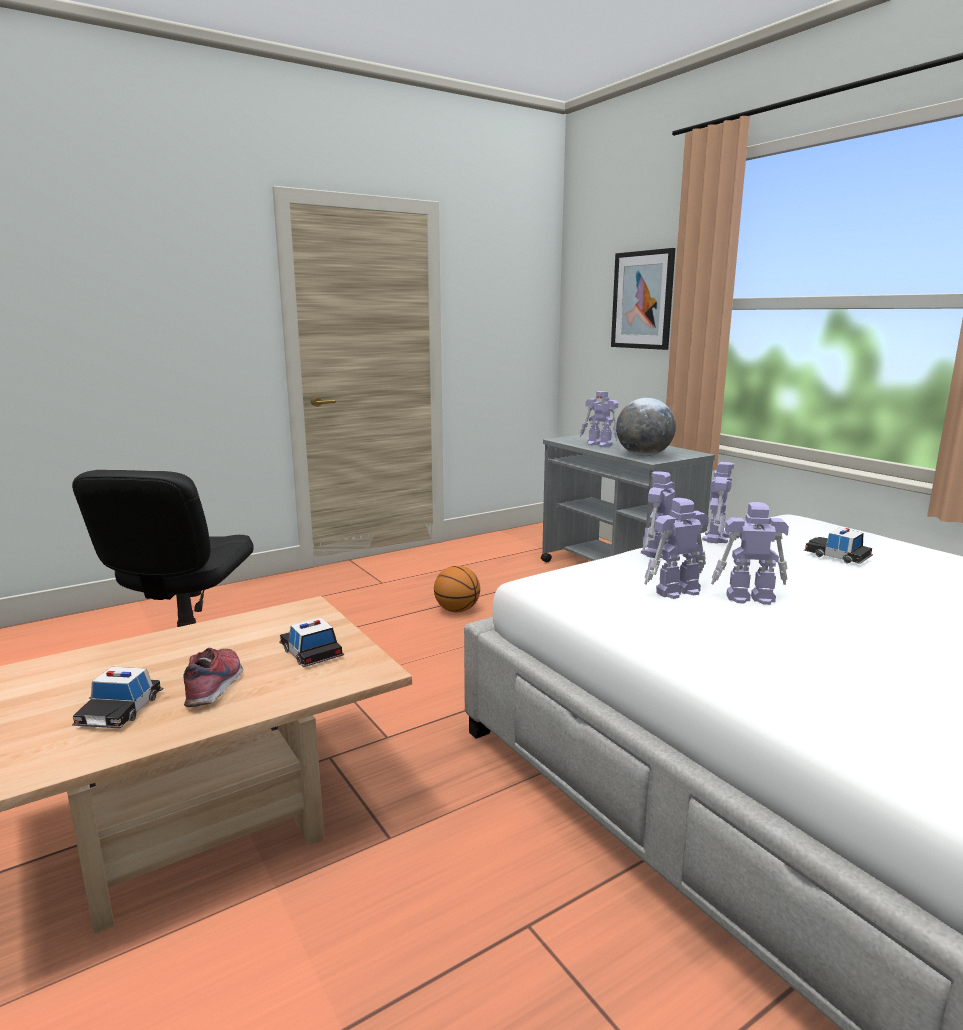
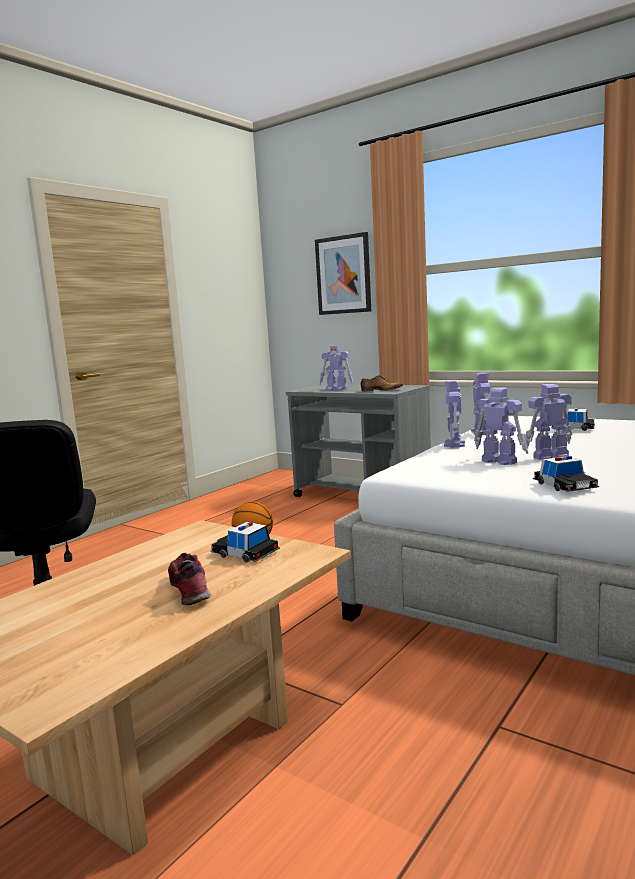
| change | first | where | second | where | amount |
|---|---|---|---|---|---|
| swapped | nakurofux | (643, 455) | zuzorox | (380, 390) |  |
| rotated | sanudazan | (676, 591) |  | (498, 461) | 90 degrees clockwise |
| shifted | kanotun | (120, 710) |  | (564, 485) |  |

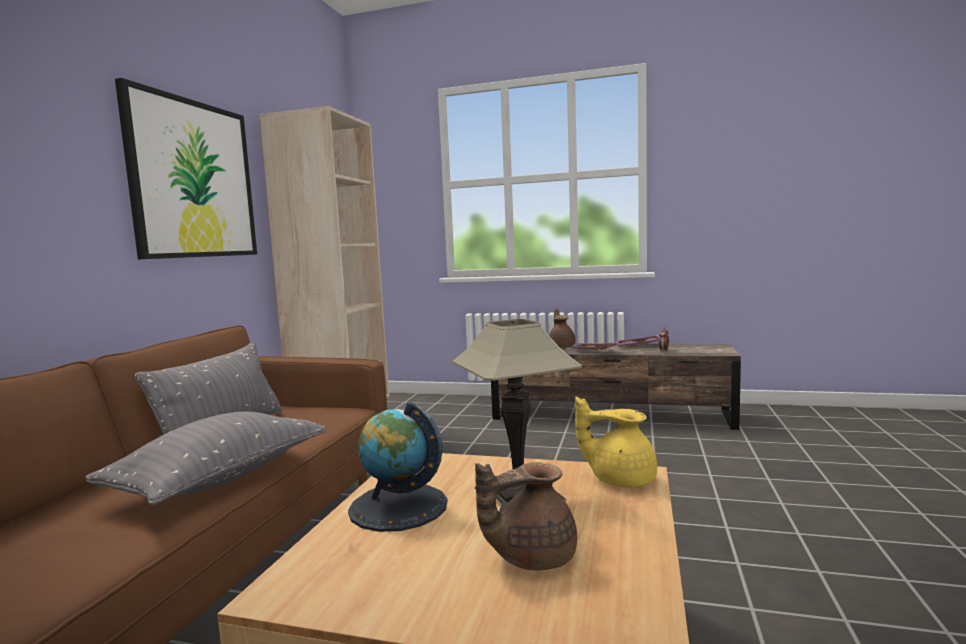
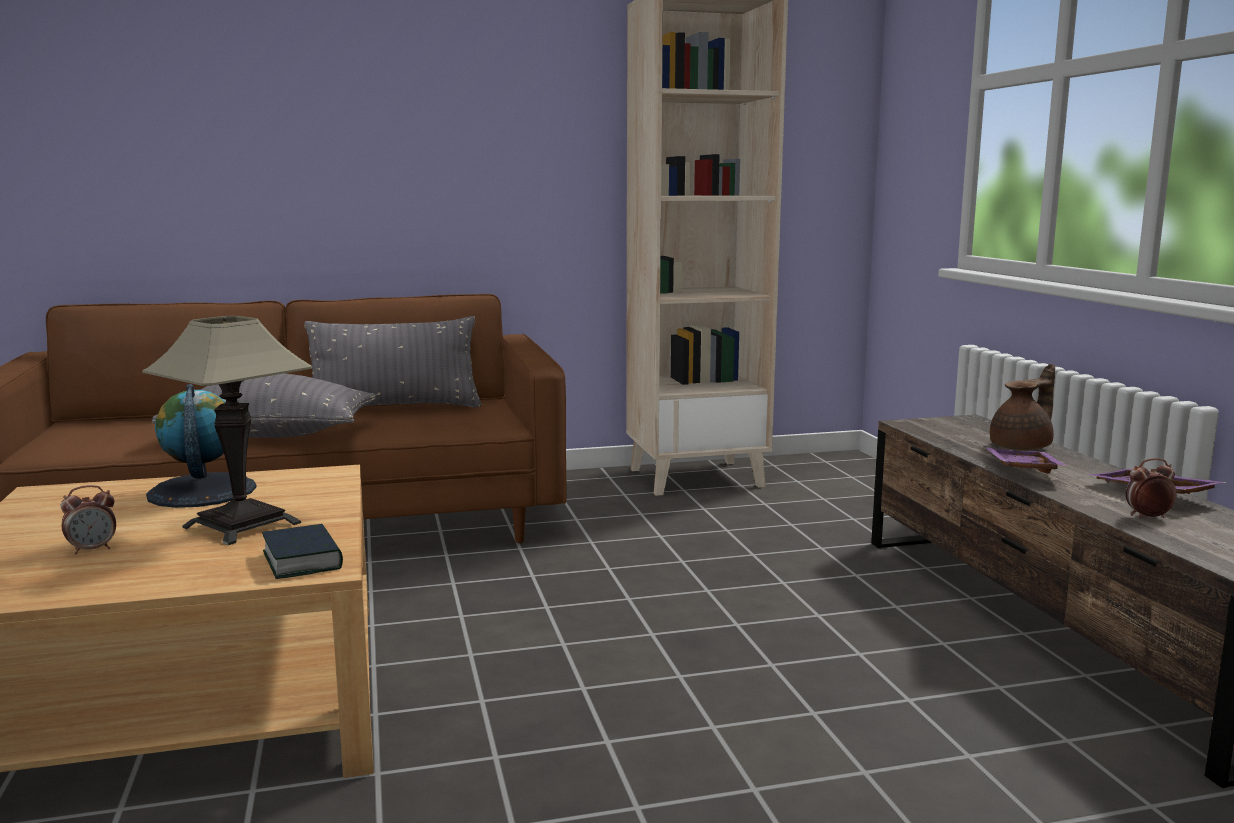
| change | first | where | second | where | amount |
|---|---|---|---|---|---|
| swapped | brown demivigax | (531, 556) | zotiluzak | (92, 549) |  |
| swapped | yellow demivigax | (620, 479) | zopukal | (302, 560) |  |
| gone | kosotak | (193, 180) |  |  |  |

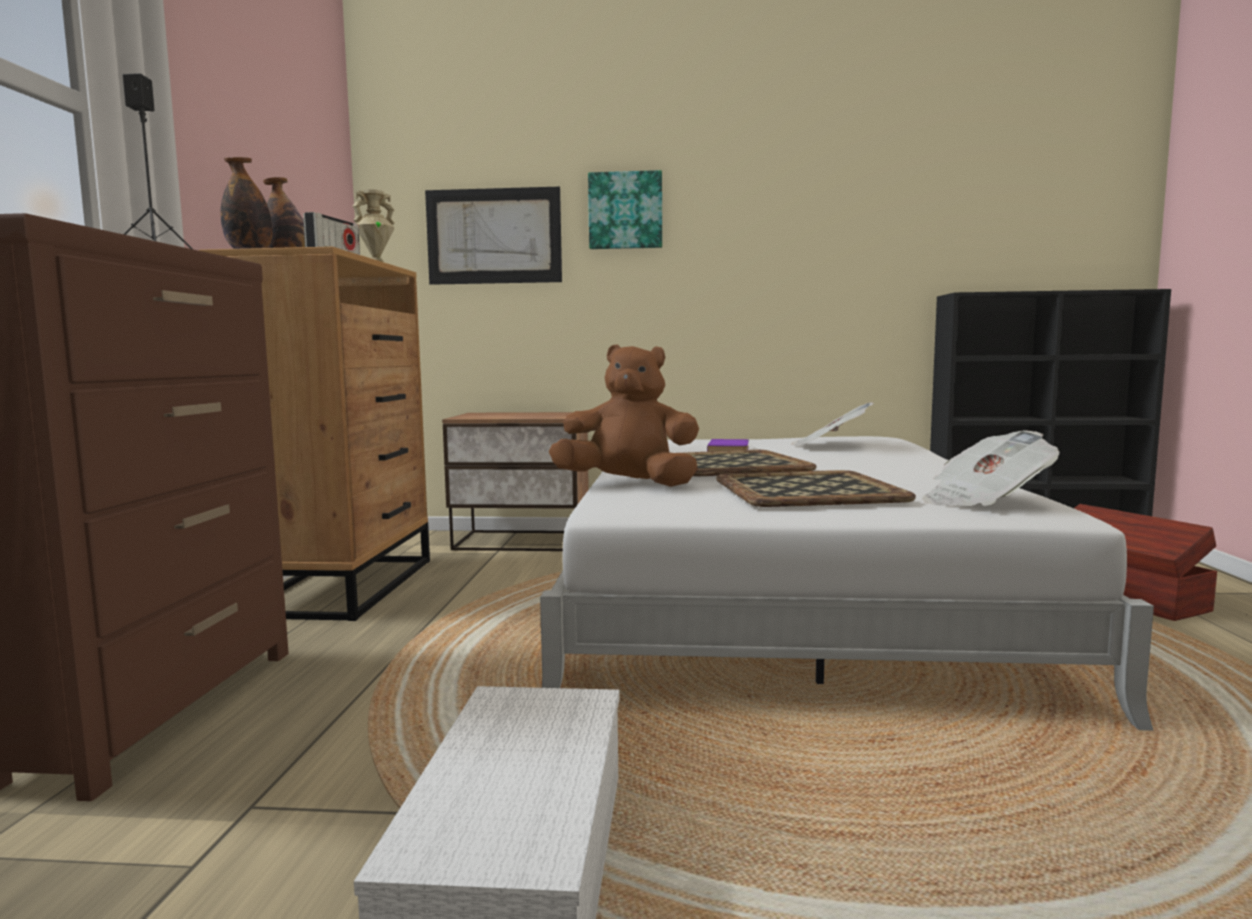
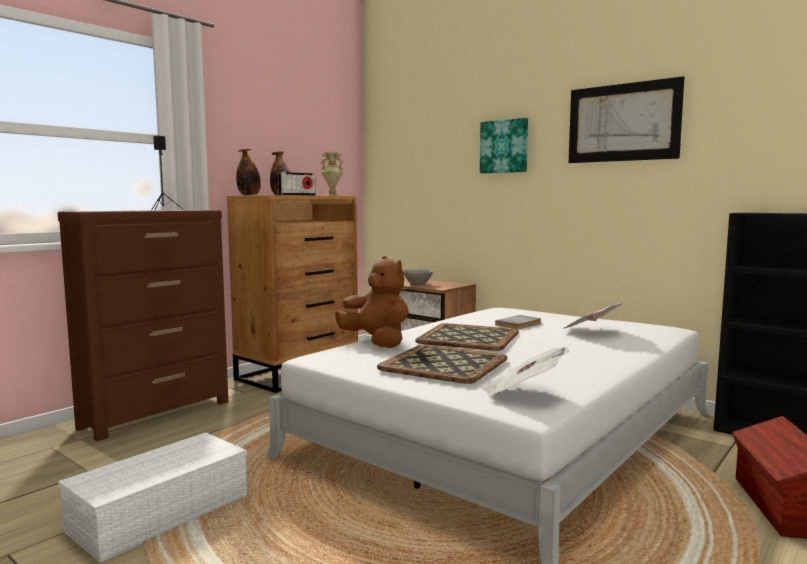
| change | first | where | second | where | amount |
|---|---|---|---|---|---|
| new |  |  | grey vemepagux | (417, 284) |  |
| repainted | purple zopukal | (730, 449) | grey zopukal | (520, 324) |  |
| shifted | kosotak | (494, 236) |  | (623, 122) |  |

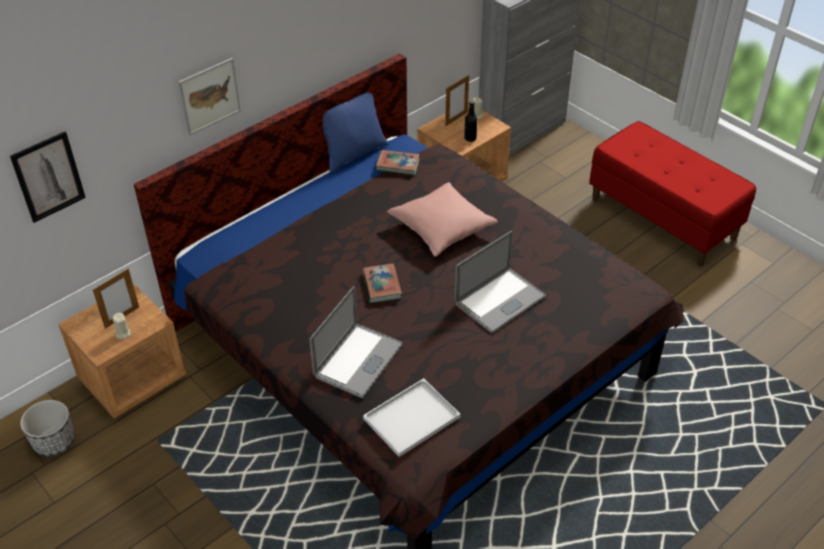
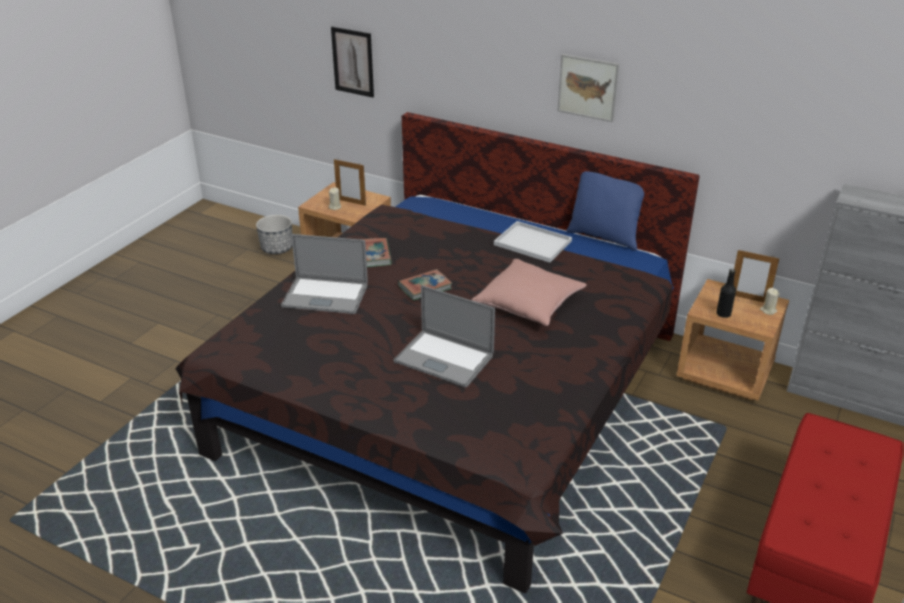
| change | first | where | second | where | amount |
|---|---|---|---|---|---|
| shifted | zopukal | (398, 165) |  | (374, 255) |  |
| shifted | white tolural | (411, 419) |  | (531, 243) |  |
| shifted | kosotak | (209, 96) |  | (588, 87) |  |

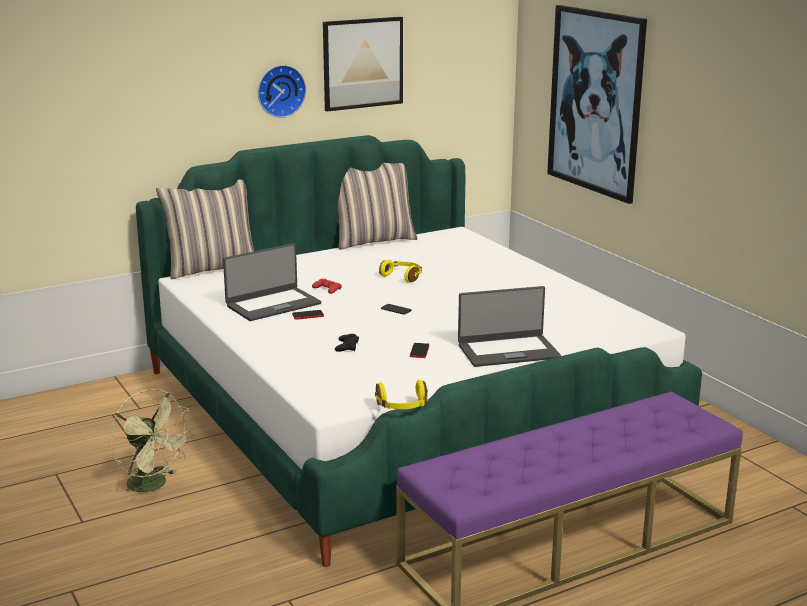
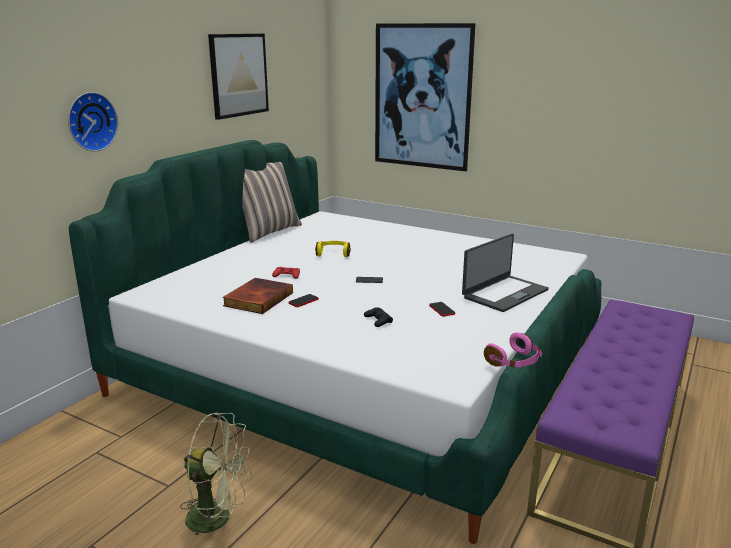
| change | first | where | second | where | amount |
|---|---|---|---|---|---|
| shifted | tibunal | (280, 90) |  | (90, 121) |  |
| swapped | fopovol | (273, 304) | zopukal | (258, 299) |  |
| repainted | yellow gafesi | (402, 406) | pink gafesi | (514, 362) |  |
| gone | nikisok | (211, 268) |  |  |  |

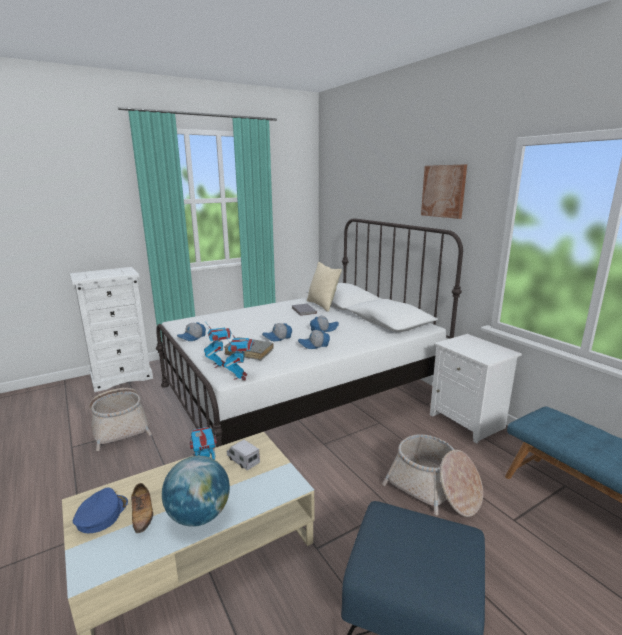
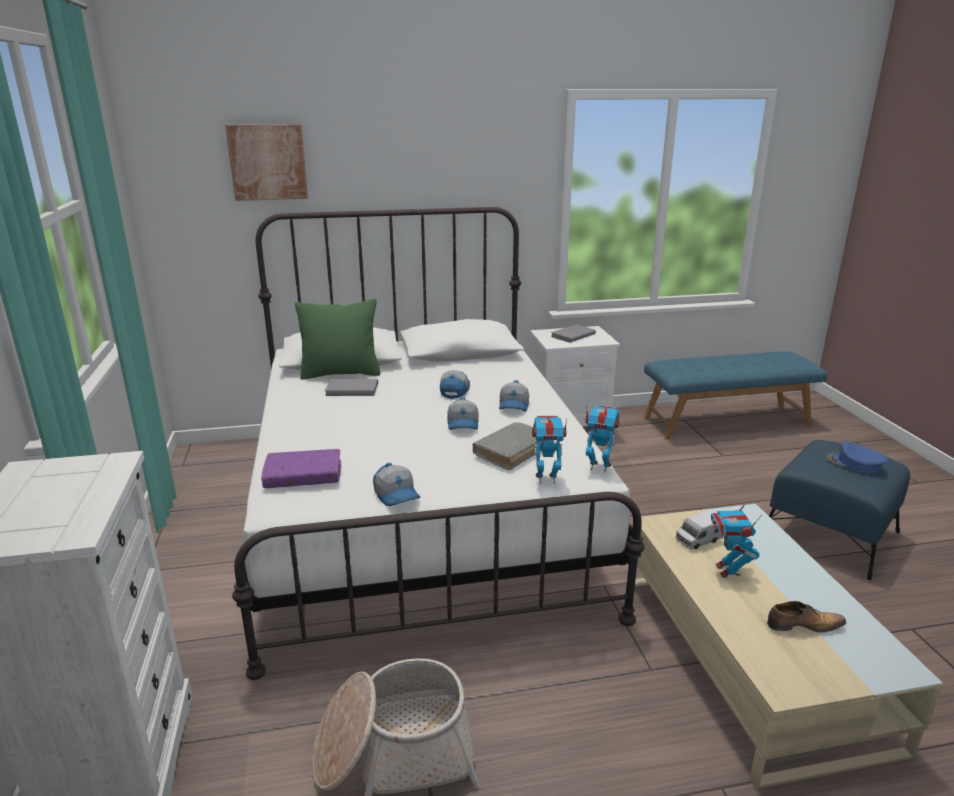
| change | first | where | second | where | amount |
|---|---|---|---|---|---|
| shifted | kosotak | (444, 191) |  | (268, 162) |  |
| new |  |  | purple zopukal | (303, 476) |  |
| repainted | beige nikisok | (322, 305) | green nikisok | (341, 373) |  |
| new |  |  | grey zopukal | (572, 335) |  |
| shifted | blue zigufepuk | (101, 514) |  | (854, 463) |  |
| gone | nakurofux | (199, 515) |  |  |  |
| gone | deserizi | (433, 489) |  |  |  |

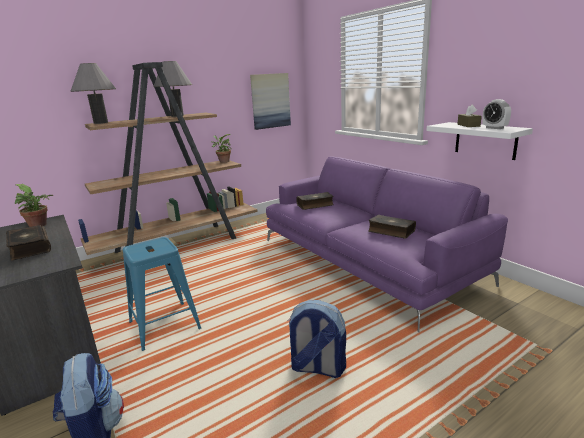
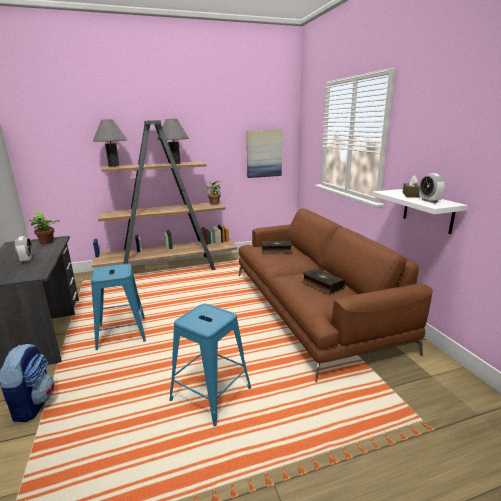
| change | first | where | second | where | amount |
|---|---|---|---|---|---|
| swapped | zopukal | (29, 248) | zotiluzak | (27, 260) |  |
| swapped | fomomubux | (317, 368) | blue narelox | (211, 393) |  |
| repainted | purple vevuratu | (366, 260) | brown vevuratu | (312, 307) |  |

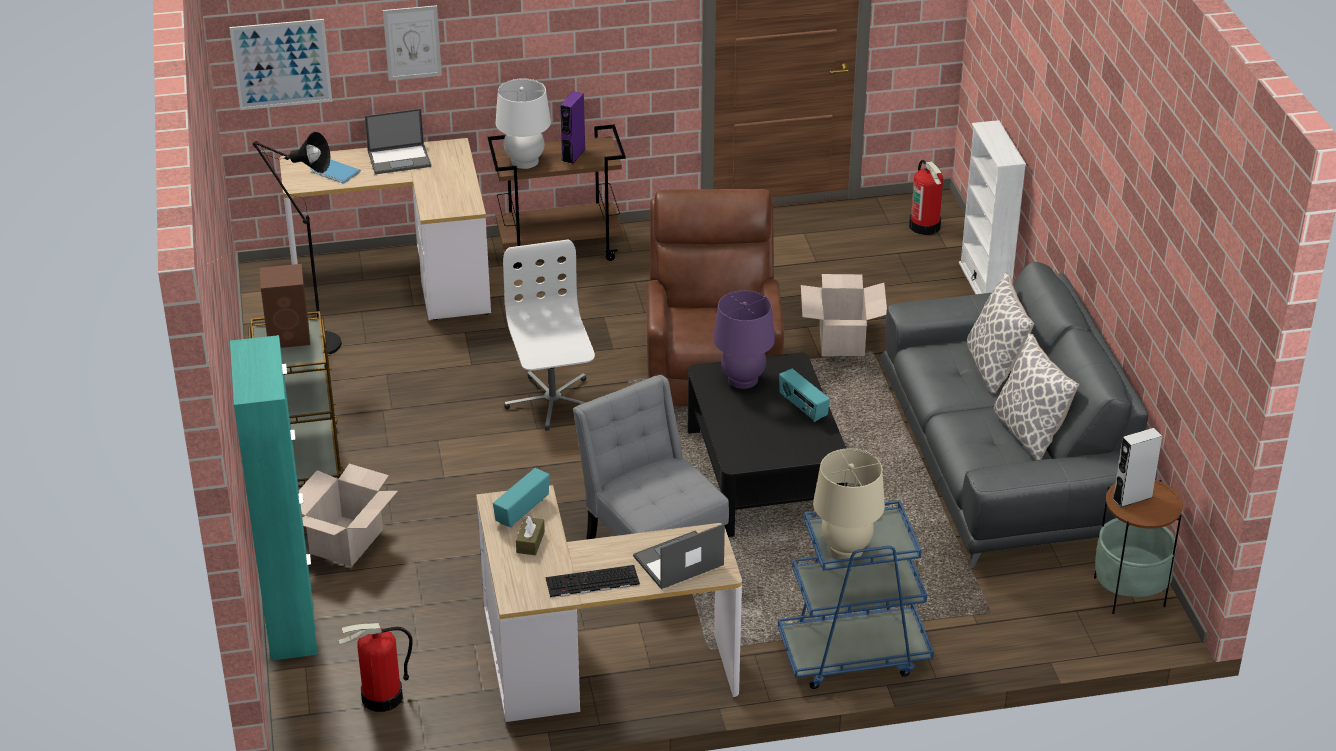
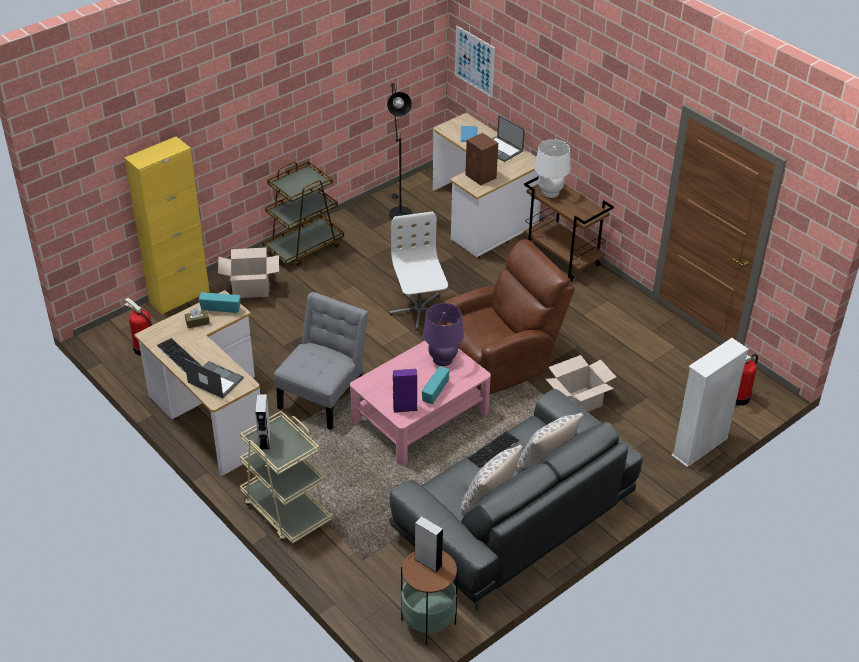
| change | first | where | second | where | amount |
|---|---|---|---|---|---|
| repainted | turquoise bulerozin | (291, 623) | yellow bulerozin | (179, 297) |  |
| repainted | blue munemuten | (853, 654) | beige munemuten | (285, 511) |  |
| swapped | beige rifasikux | (846, 549) | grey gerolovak | (265, 440) |  |
| repainted | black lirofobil | (764, 474) | pink lirofobil | (420, 417) |  |
| rotated | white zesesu | (552, 402) |  | (419, 311) | 60 degrees counterclockwise |
| shifted | purple gerolovak | (573, 155) |  | (405, 408) |  |
| shifted | brown gerolovak | (290, 336) |  | (481, 176) |  |
| new |  |  | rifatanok | (493, 450) |  |
| gone | kosotak | (412, 42) |  |  |  |

